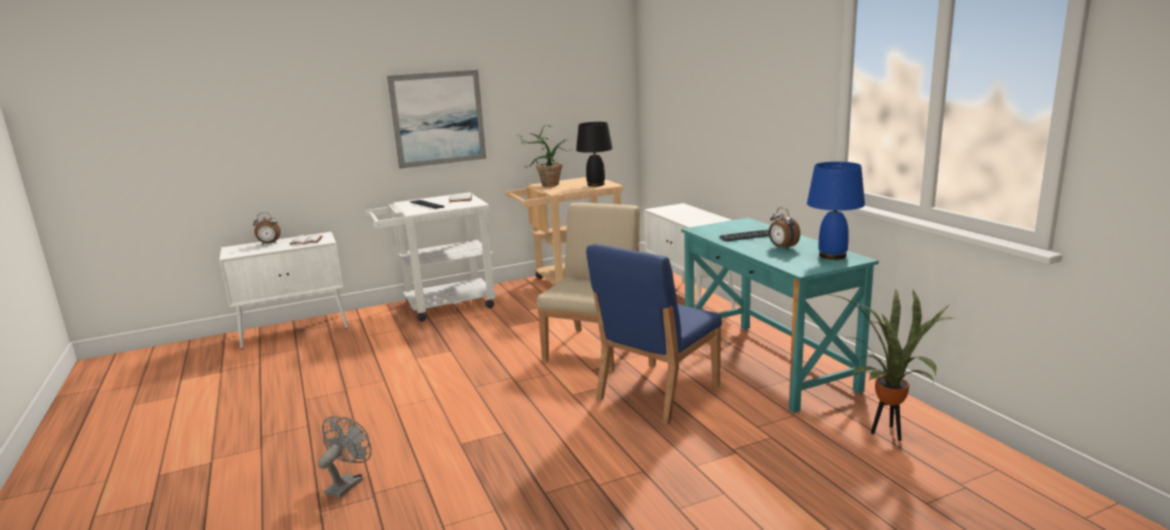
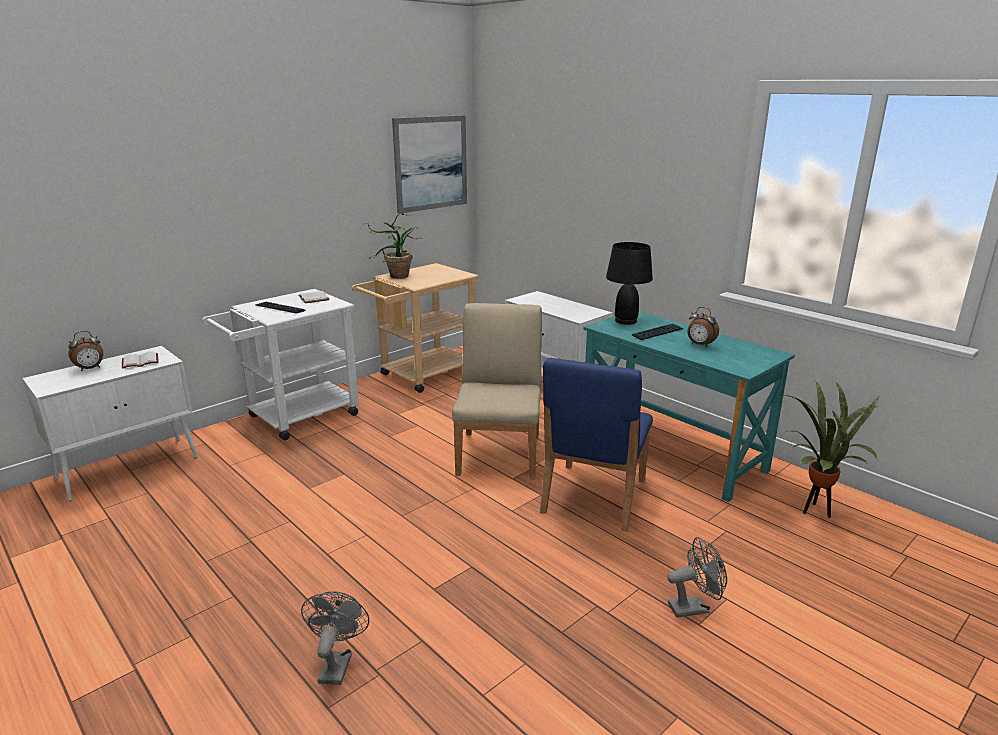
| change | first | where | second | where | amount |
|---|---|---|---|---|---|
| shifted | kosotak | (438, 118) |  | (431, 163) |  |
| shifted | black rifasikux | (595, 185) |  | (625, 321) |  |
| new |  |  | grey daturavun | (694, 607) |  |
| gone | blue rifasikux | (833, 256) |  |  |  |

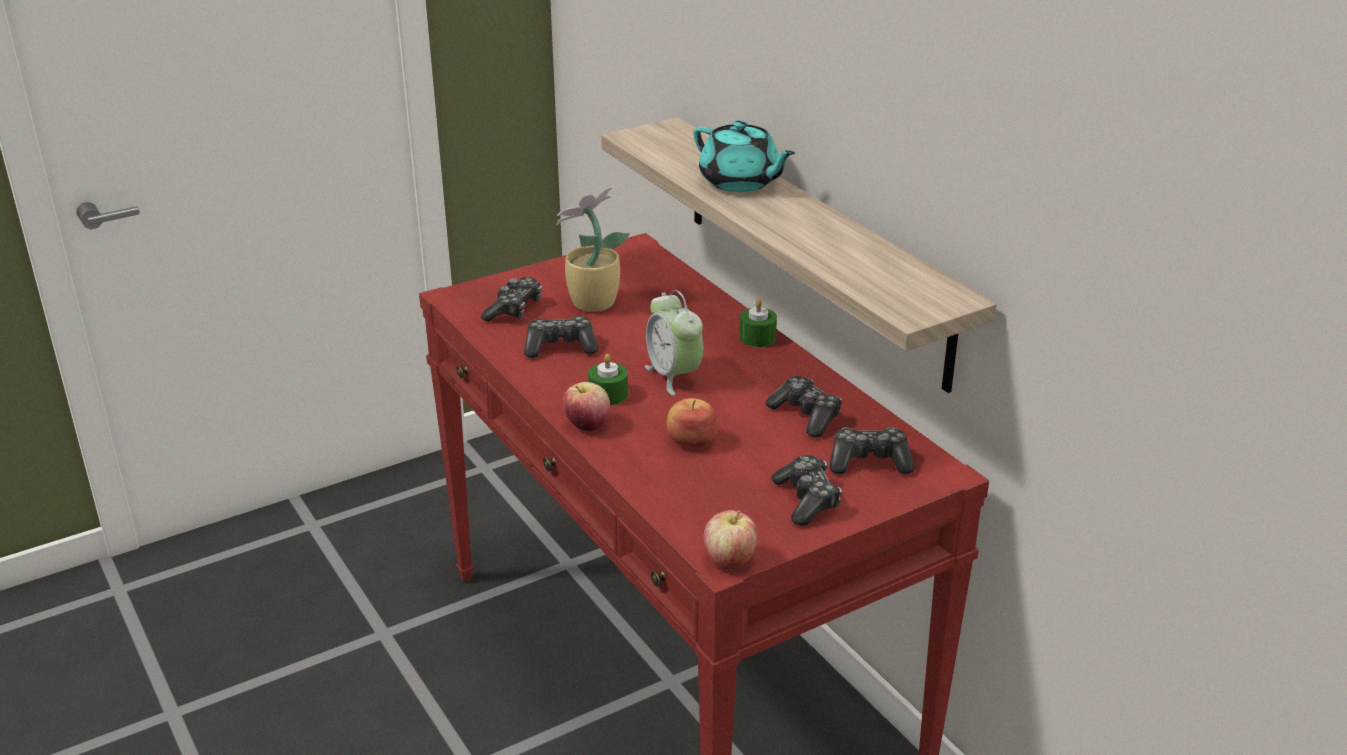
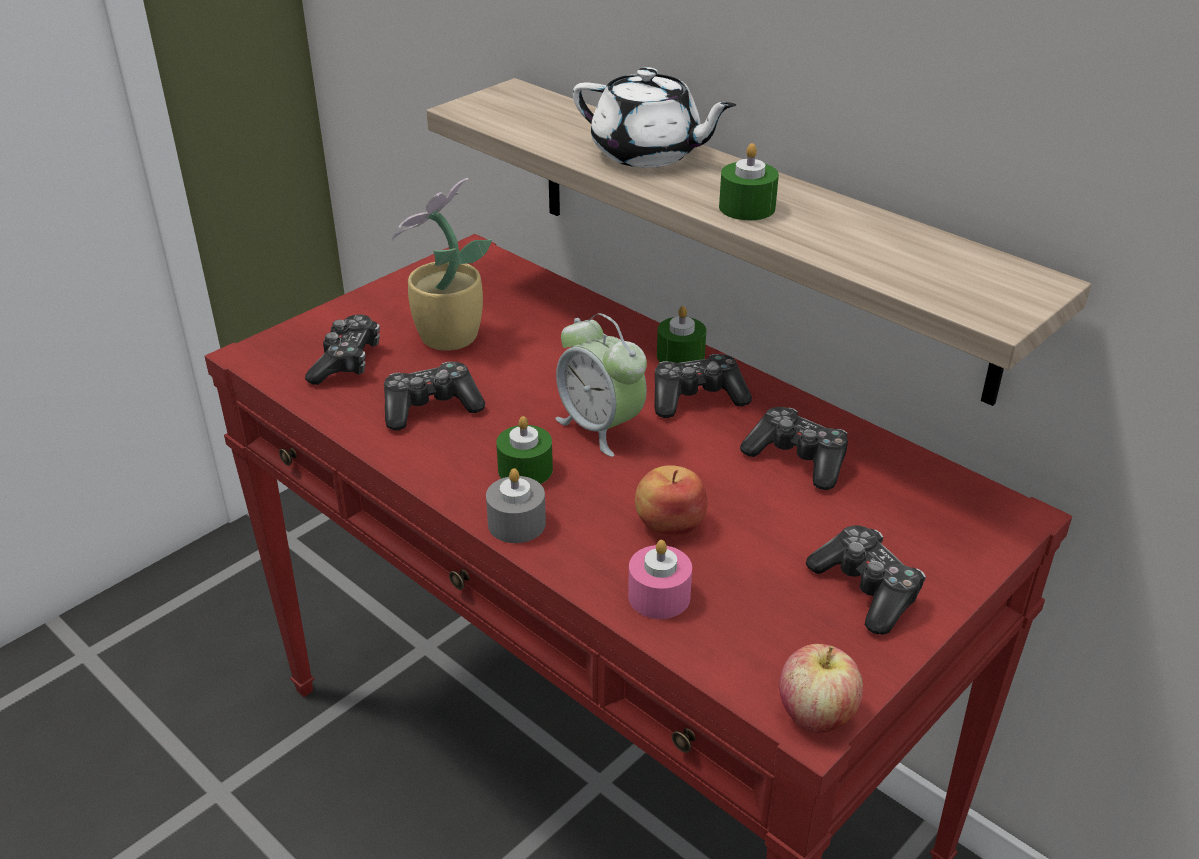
| change | first | where | second | where | amount |
|---|---|---|---|---|---|
| swapped | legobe | (587, 425) | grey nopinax | (516, 523) |  |
| repainted | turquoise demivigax | (740, 182) | white demivigax | (648, 154) |  |
| new |  |  | pink nopinax | (659, 596) |  |
| shifted | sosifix | (869, 462) |  | (696, 398) |  |
| new |  |  | green nopinax | (747, 207) |  |

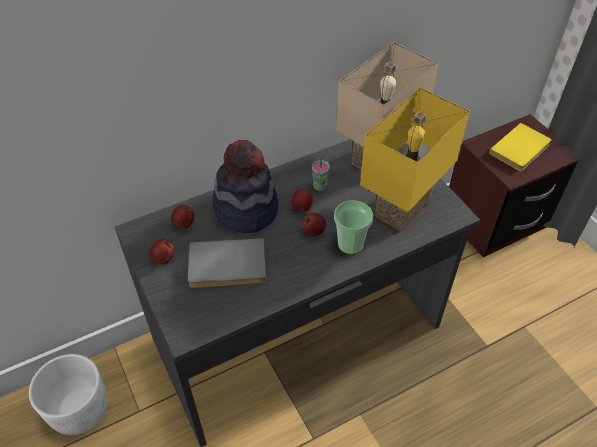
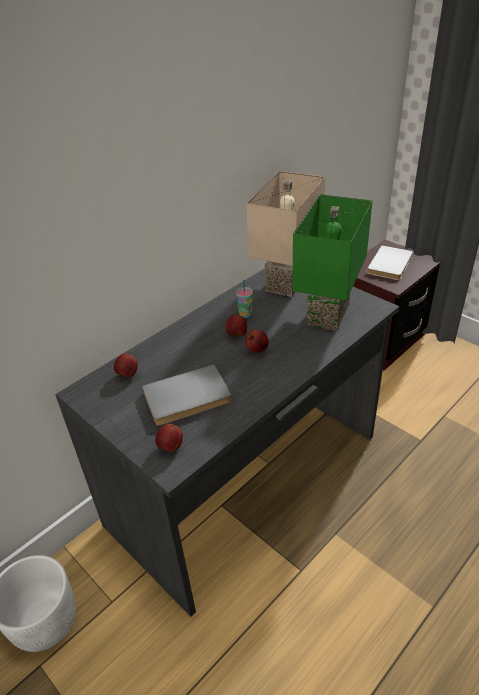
| change | first | where | second | where | amount |
|---|---|---|---|---|---|
| shifted | legobe | (163, 259) |  | (170, 447) |  |
| repainted | yellow rifasikux | (404, 211) | green rifasikux | (330, 315) |  |
| repainted | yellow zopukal | (521, 150) | white zopukal | (391, 265) |  |
| gone | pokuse | (246, 209) |  |  |  |
| gone | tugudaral | (350, 245) |  |  |  |

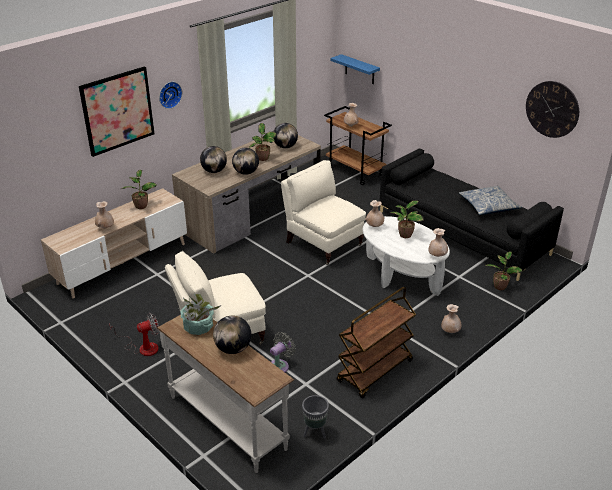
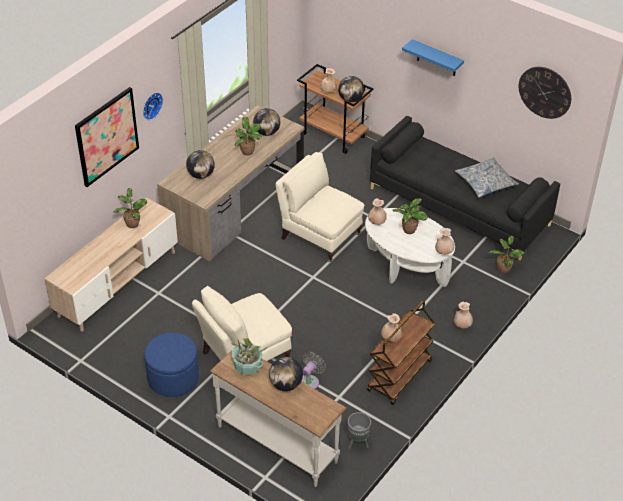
| change | first | where | second | where | amount |
|---|---|---|---|---|---|
| swapped | daturavun | (142, 347) | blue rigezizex | (173, 378) |  |
| shifted | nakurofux | (246, 173) |  | (350, 99) |  |
| shifted | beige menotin | (105, 228) |  | (391, 338) |  |
| shifted | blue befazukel | (359, 69) |  | (437, 58) |  |

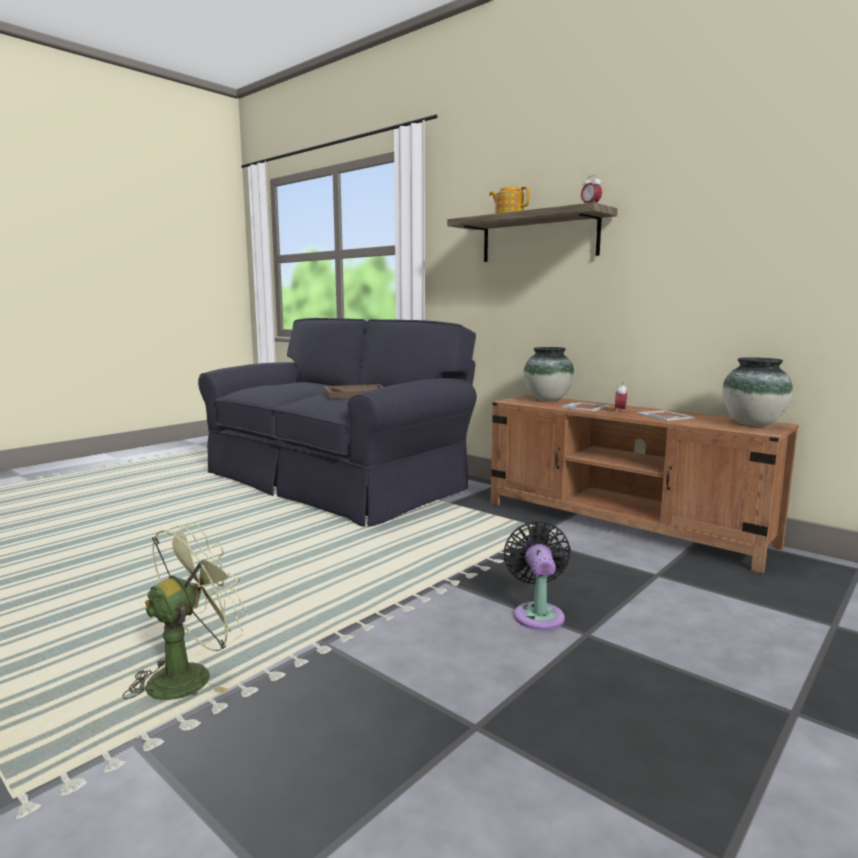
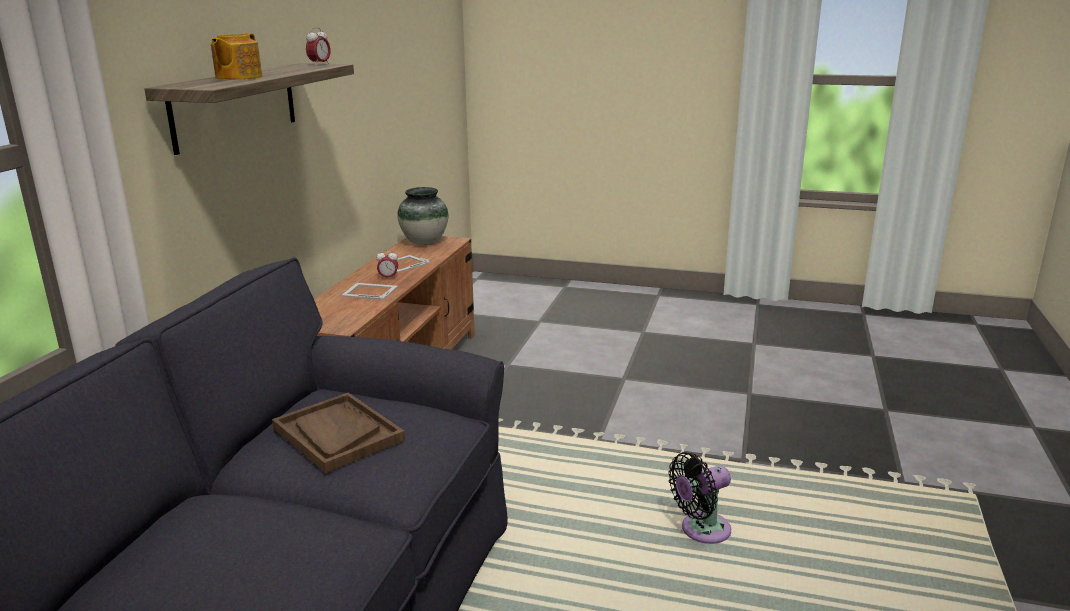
| change | first | where | second | where | amount |
|---|---|---|---|---|---|
| shifted | black daturavun | (538, 614) |  | (701, 530) |  |
| gone | green daturavun | (190, 675) |  |  |  |
| gone | menotin | (547, 400) |  |  |  |

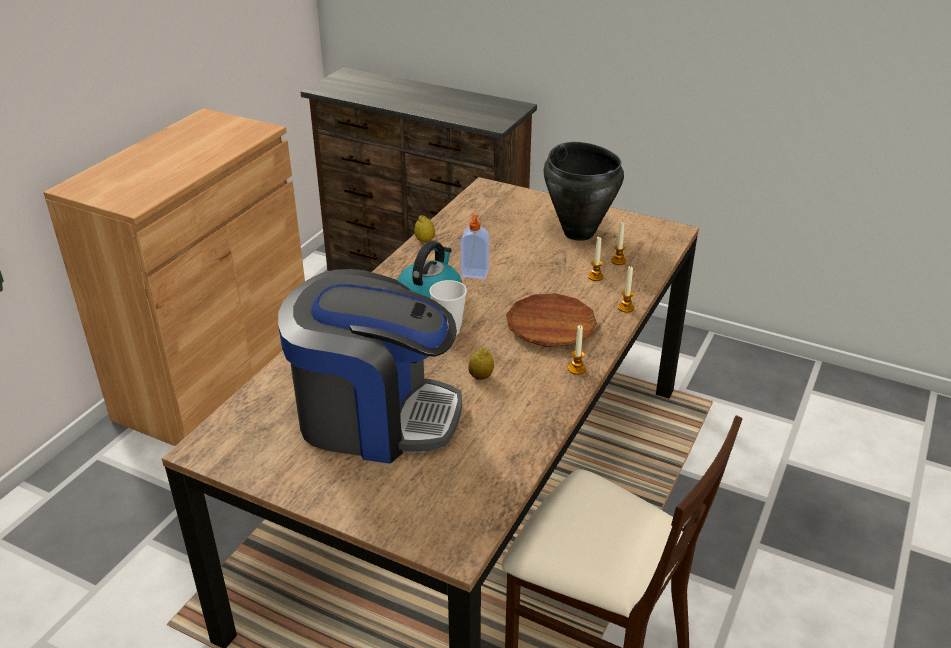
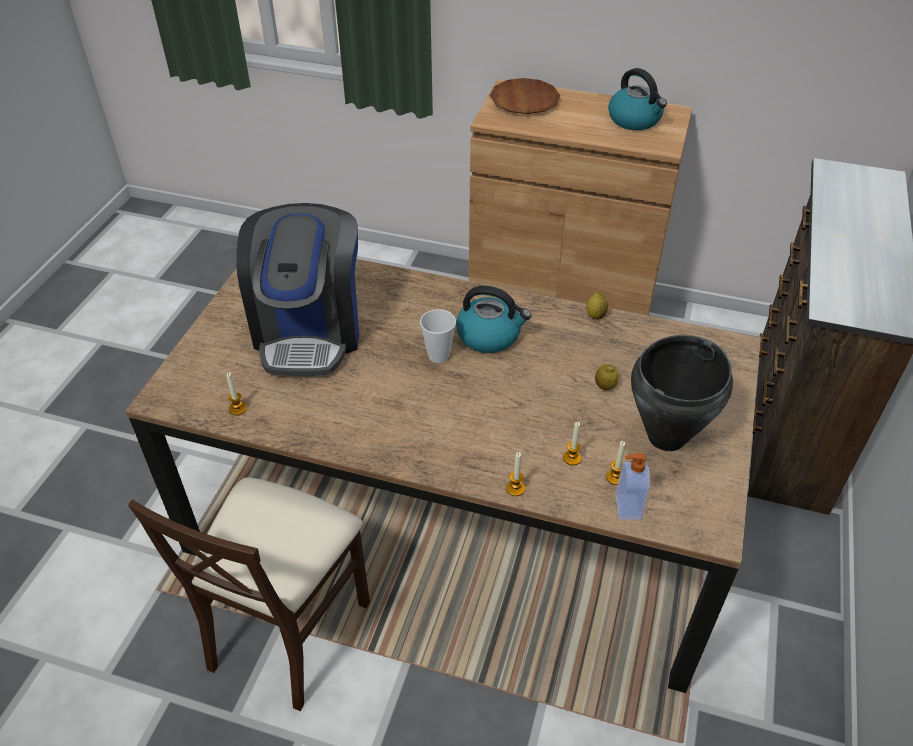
| change | first | where | second | where | amount |
|---|---|---|---|---|---|
| shifted | nopinax | (576, 369) |  | (238, 409) |  |
| shifted | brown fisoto | (550, 326) |  | (524, 101) |  |
| shifted | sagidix | (481, 377) |  | (605, 386) |  |
| new |  |  | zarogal | (635, 120) |  |
| shifted | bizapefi | (474, 274) |  | (626, 507) |  |

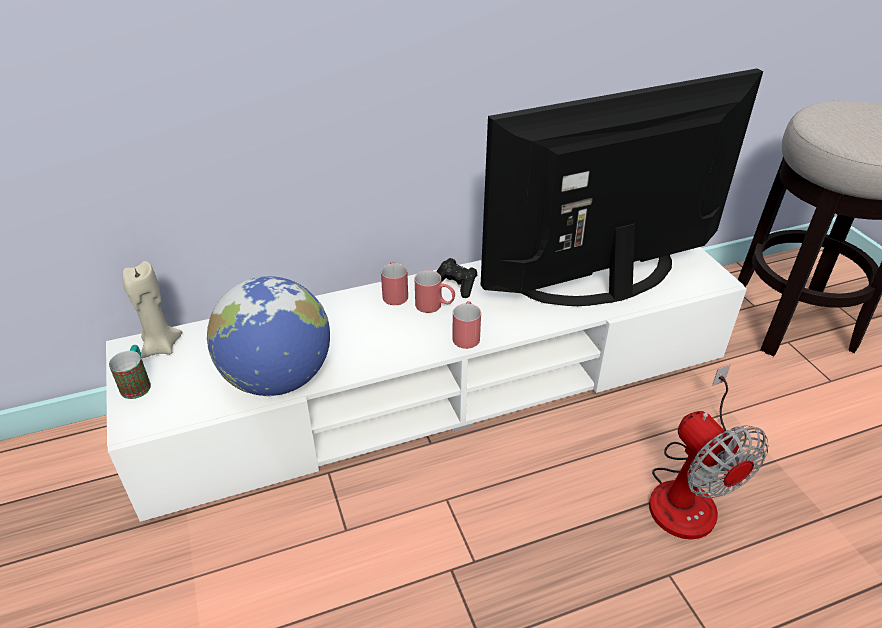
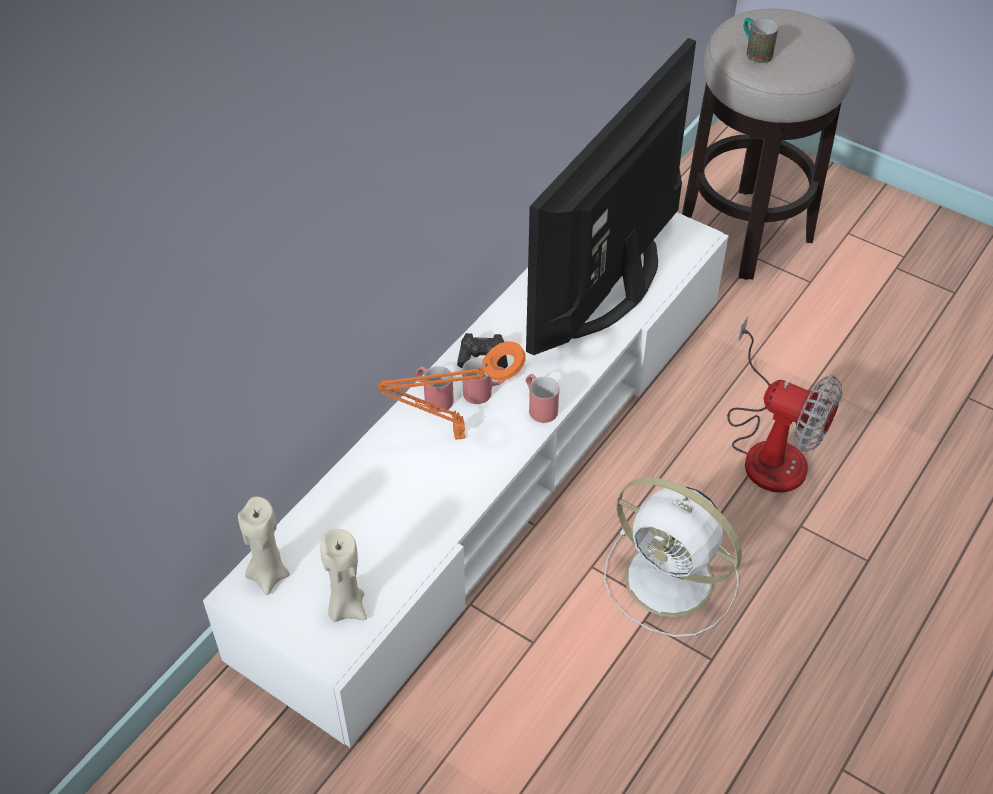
| change | first | where | second | where | amount |
|---|---|---|---|---|---|
| new |  |  | beige nopinax | (346, 607) |  |
| new |  |  | orange rifasikux | (454, 436) |  |
| new |  |  | white daturavun | (672, 581) |  |
| shifted | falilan | (137, 383) |  | (755, 52) |  |
| gone | nakurofux | (278, 378) |  |  |  |

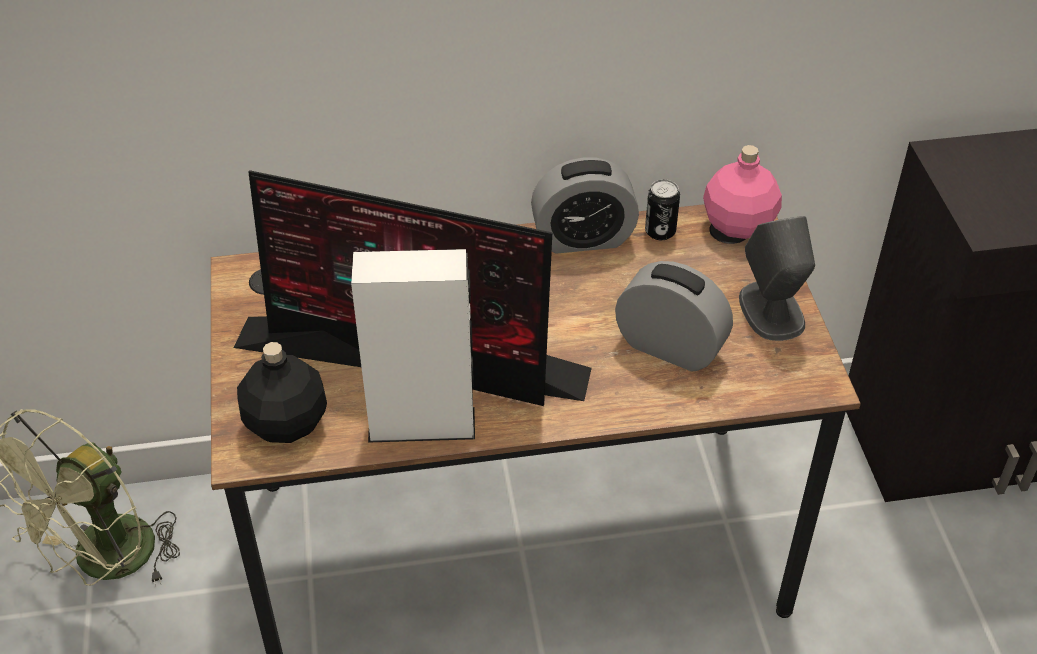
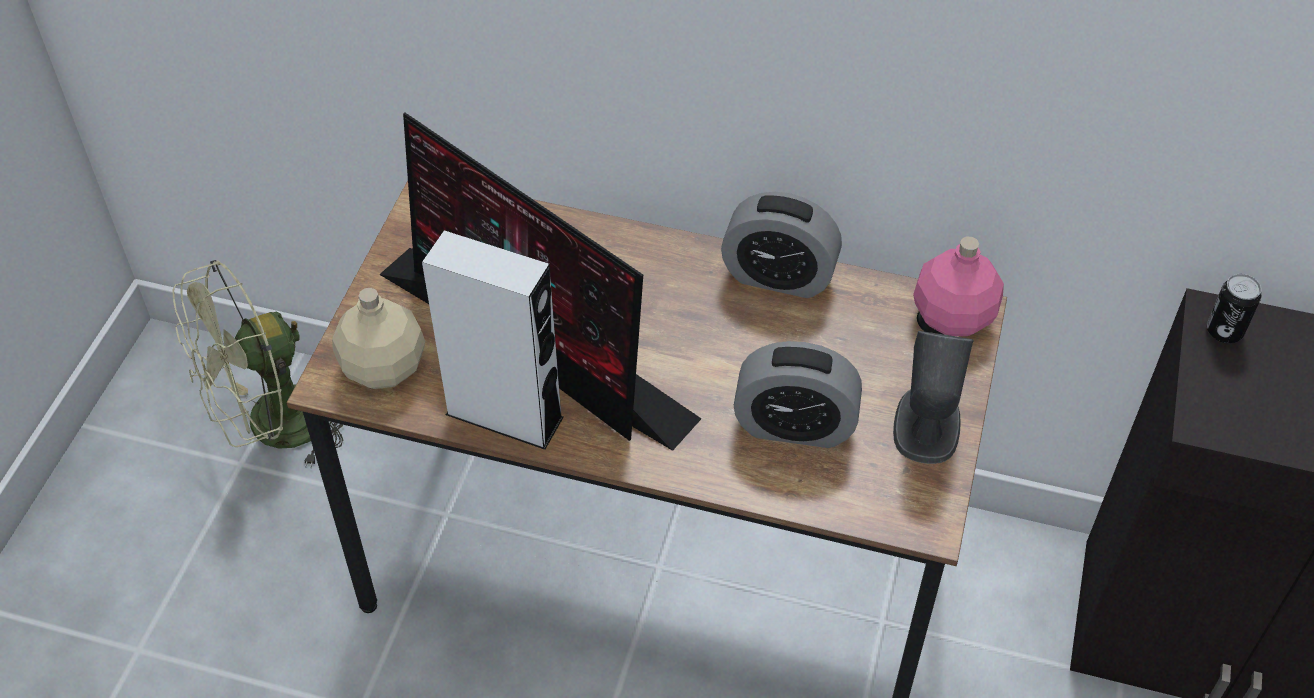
| change | first | where | second | where | amount |
|---|---|---|---|---|---|
| repainted | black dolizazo | (287, 422) | beige dolizazo | (385, 367) |  |
| rotated | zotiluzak | (670, 347) |  | (794, 426) | 135 degrees clockwise |
| shifted | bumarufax | (660, 231) |  | (1224, 331) |  |

